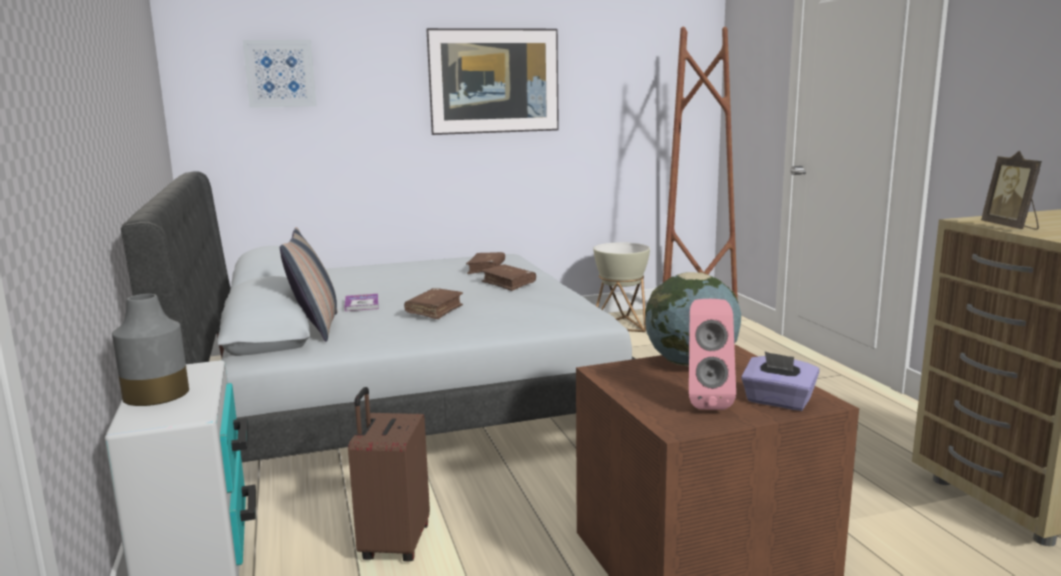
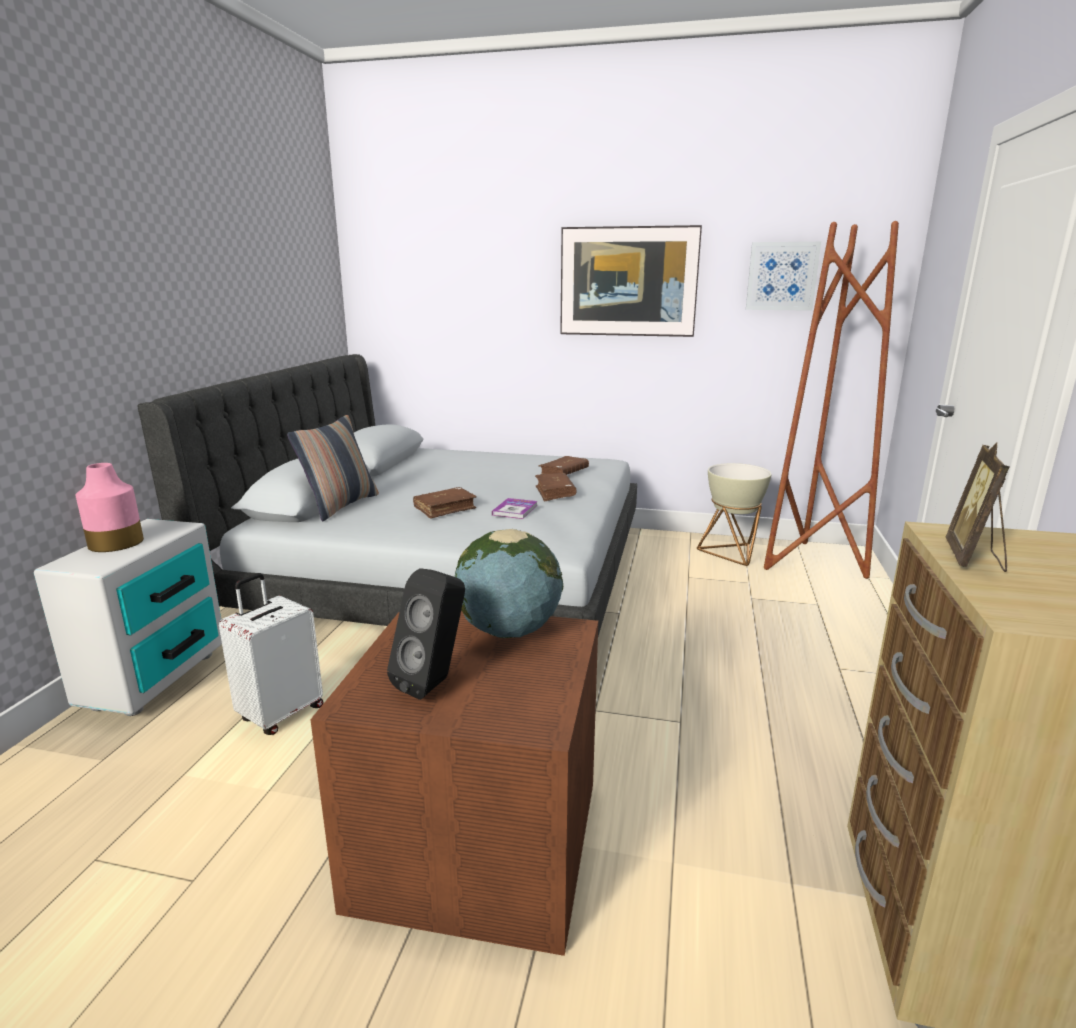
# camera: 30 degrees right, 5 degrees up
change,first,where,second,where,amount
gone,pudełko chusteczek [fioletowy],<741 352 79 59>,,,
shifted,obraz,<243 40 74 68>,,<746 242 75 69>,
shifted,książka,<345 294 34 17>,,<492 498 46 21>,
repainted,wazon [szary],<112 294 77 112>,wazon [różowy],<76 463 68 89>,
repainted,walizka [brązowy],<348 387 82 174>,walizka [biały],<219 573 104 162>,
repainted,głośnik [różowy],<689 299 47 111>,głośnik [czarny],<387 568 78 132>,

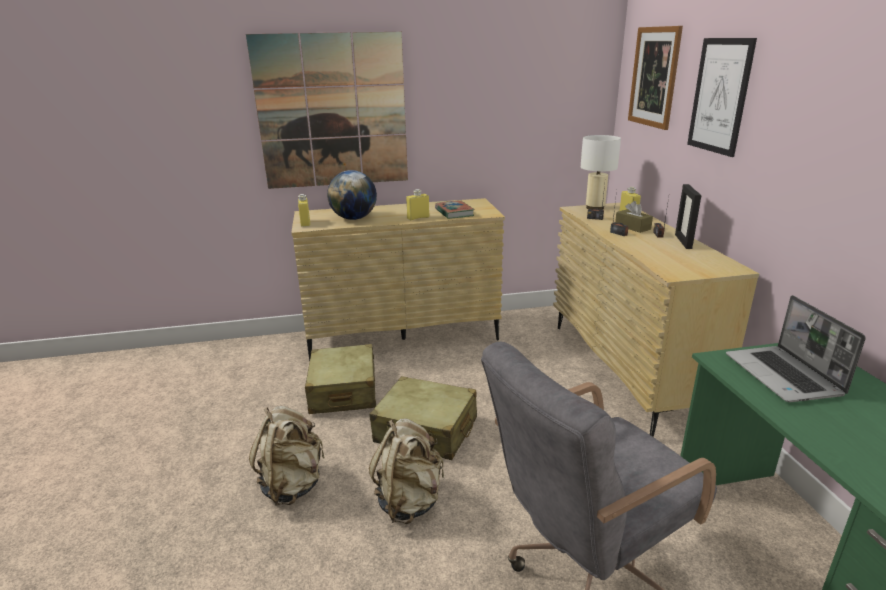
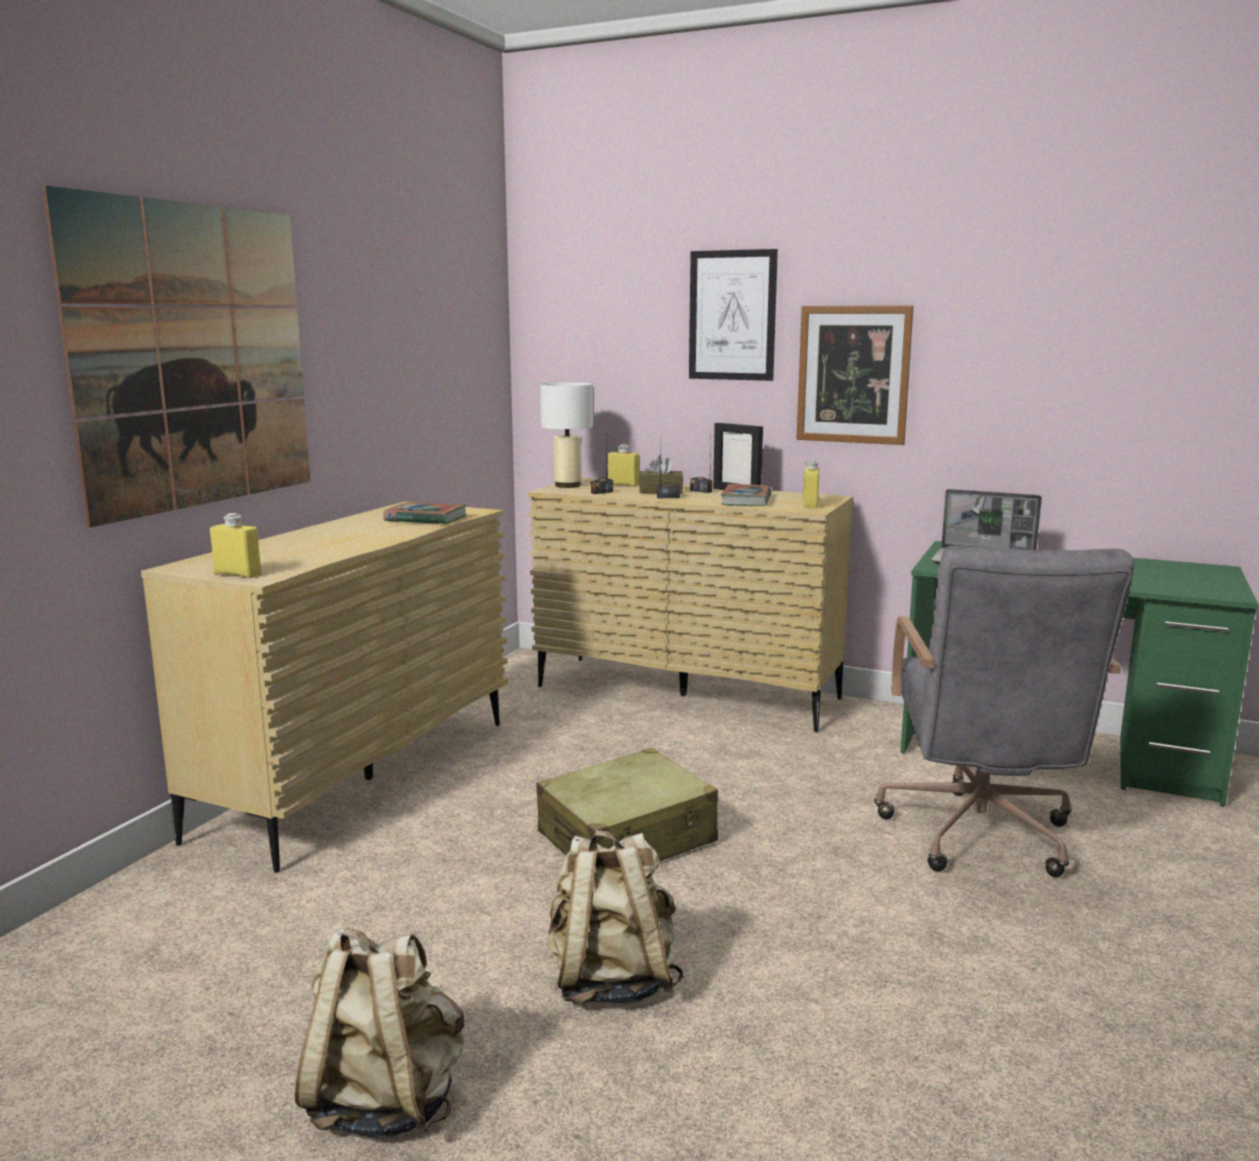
# camera: 55 degrees left, 10 degrees down
change,first,where,second,where,amount
gone,walizka [beżowy],<305 344 71 70>,,,
gone,globus,<327 170 50 50>,,,
new,,,książka,<721 484 51 22>,
shifted,plecak [beżowy],<369 418 75 106>,,<295 927 169 211>,
shifted,butelka [żółty],<406 189 23 31>,,<803 460 16 48>,
shifted,obraz,<628 26 55 104>,,<797 306 117 139>,

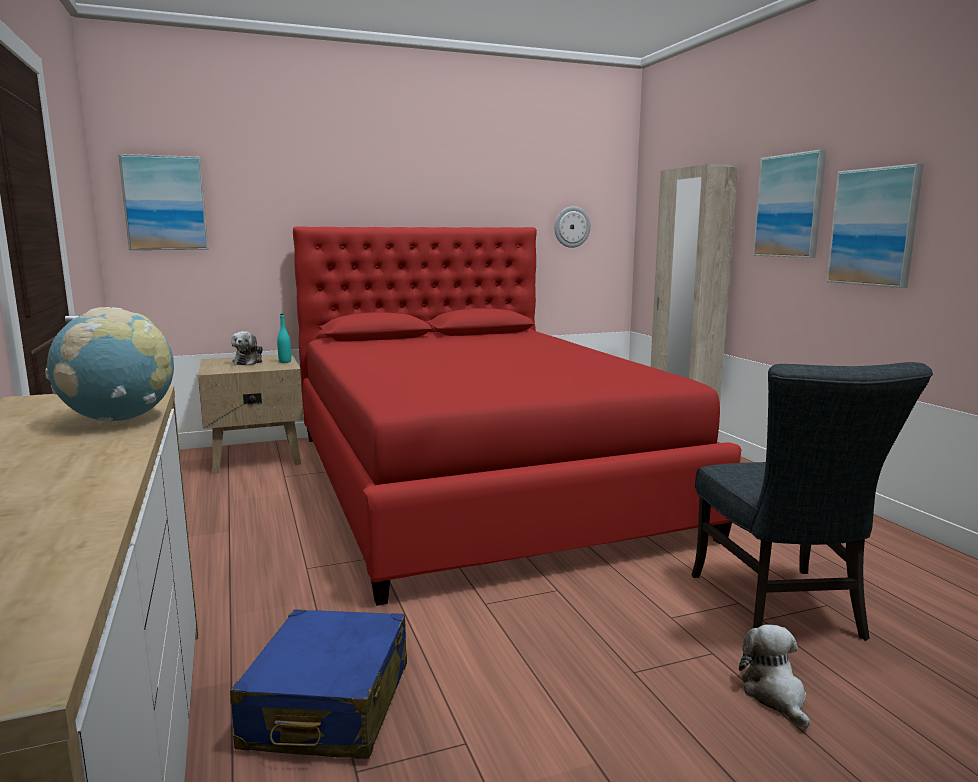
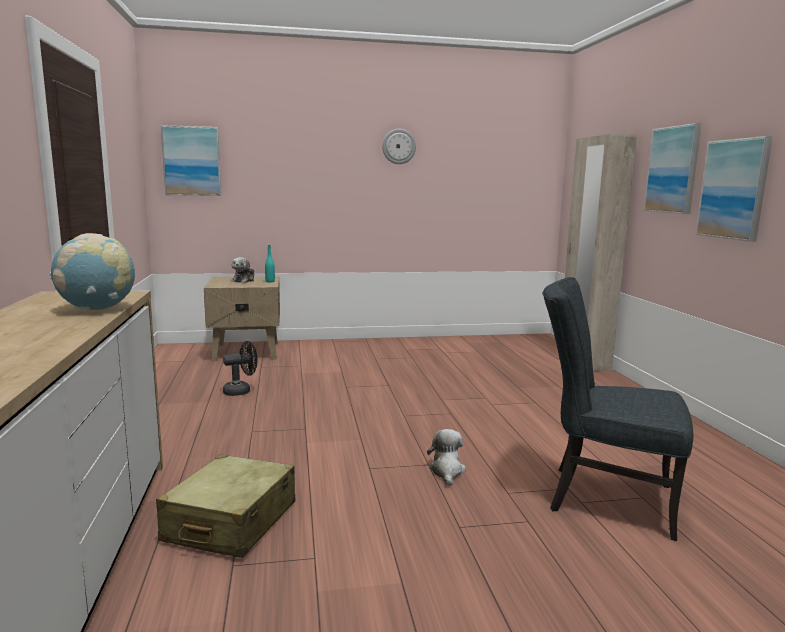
# camera: 10 degrees right, 0 degrees up
change,first,where,second,where,amount
gone,łóżko [czerwony],<293 226 448 380>,,,
new,,,wentylator [czarny],<223 341 34 55>,
shifted,zegar ścienny,<554 206 37 42>,,<382 129 34 35>,
shifted,pluszak,<739 625 71 104>,,<427 429 39 57>,
repainted,walizka [niebieski],<230 609 177 150>,walizka [beżowy],<156 454 139 104>,
rotated,krzesło [szary],<692 362 241 279>,,<542 277 151 264>,105 degrees clockwise

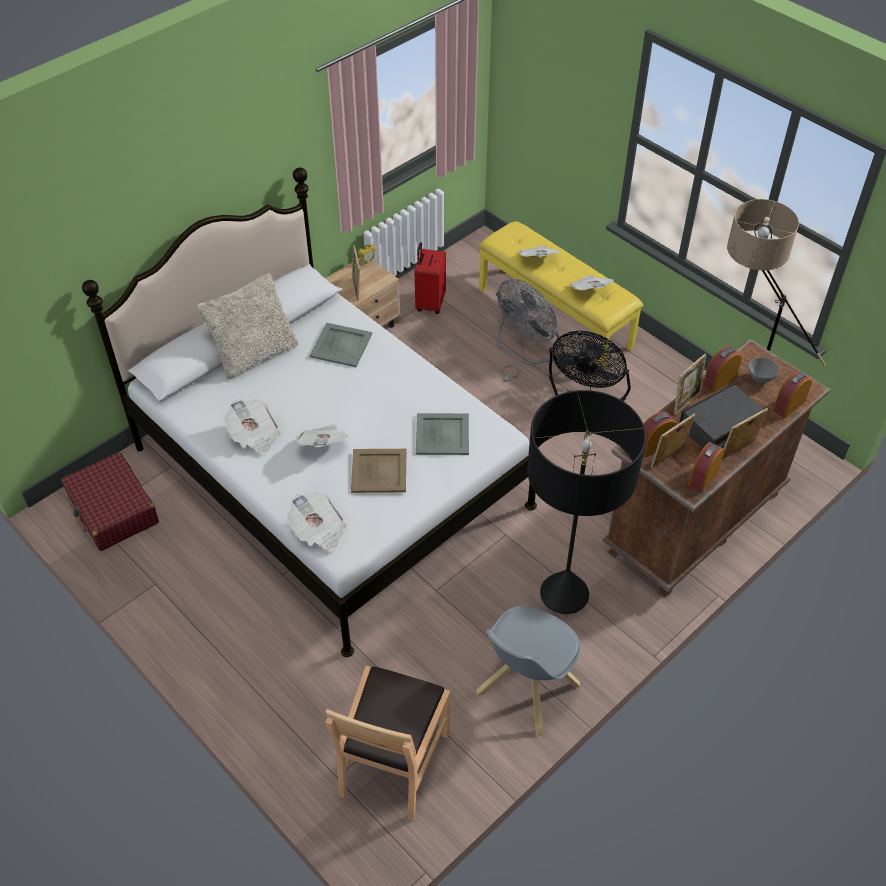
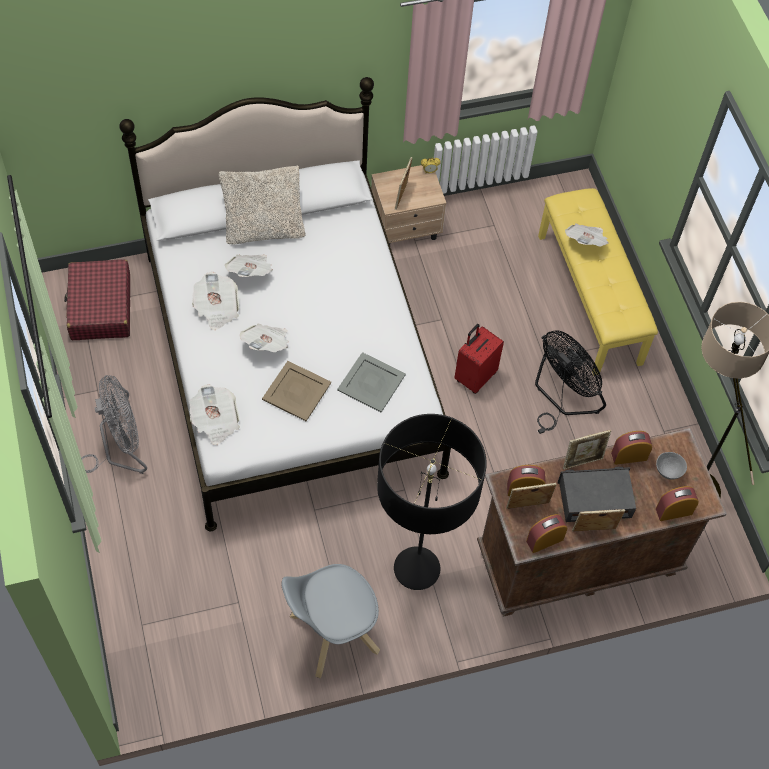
# camera: 25 degrees right, 10 degrees up
change,first,where,second,where,amount
gone,taca [szary],<309 323 63 44>,,,
gone,krzesło [brązowy],<326 666 124 155>,,,
shifted,walizka [czerwony],<415 242 31 72>,,<454 324 50 70>,
shifted,wentylator [szary],<495 279 69 103>,,<81 375 66 99>,
shifted,gazeta,<569 275 45 15>,,<225 254 48 23>,

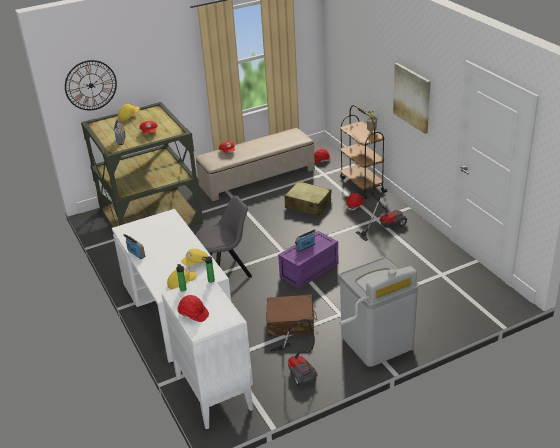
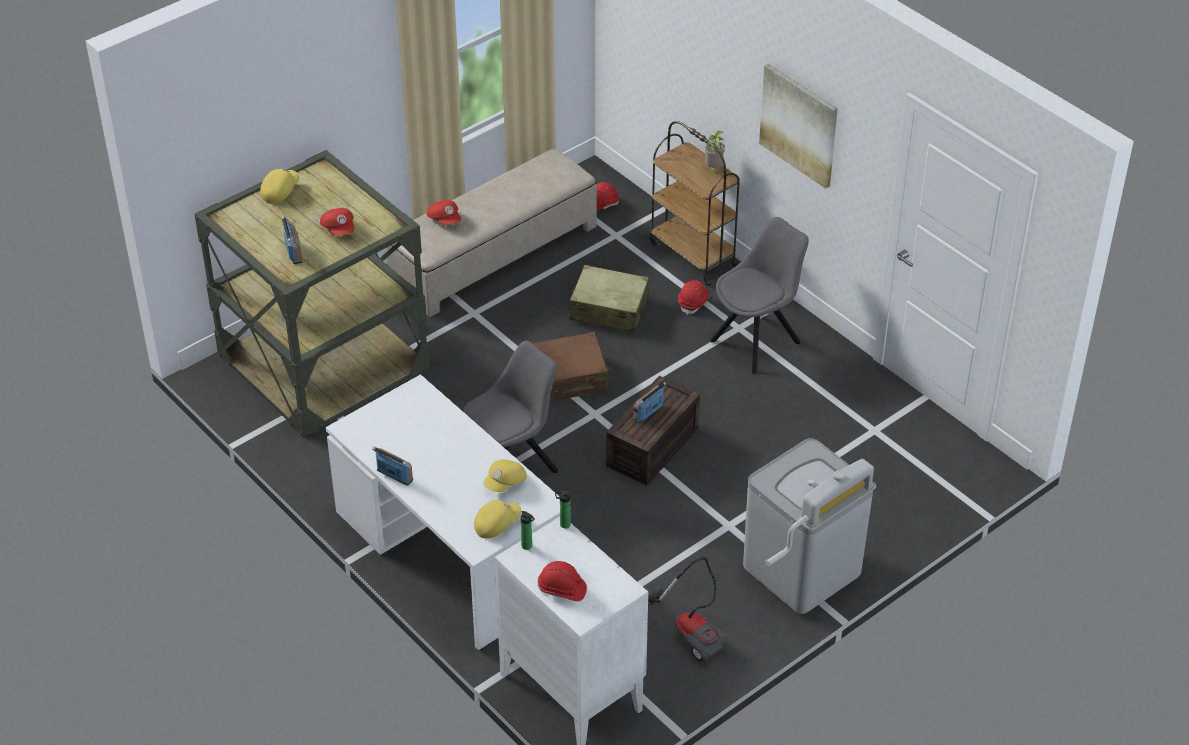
# camera: 15 degrees left, 10 degrees up
change,first,where,second,where,amount
gone,zegar ścienny,<65 60 52 50>,,,
shifted,walizka [brązowy],<266 295 51 41>,,<533 332 76 69>,
swapped,odkurzacz,<356 187 51 54>,krzesło [szary],<710 217 99 157>,
repainted,pojemnik do przechowywania [fioletowy],<278 231 61 58>,pojemnik do przechowywania [brązowy],<606 376 94 110>,

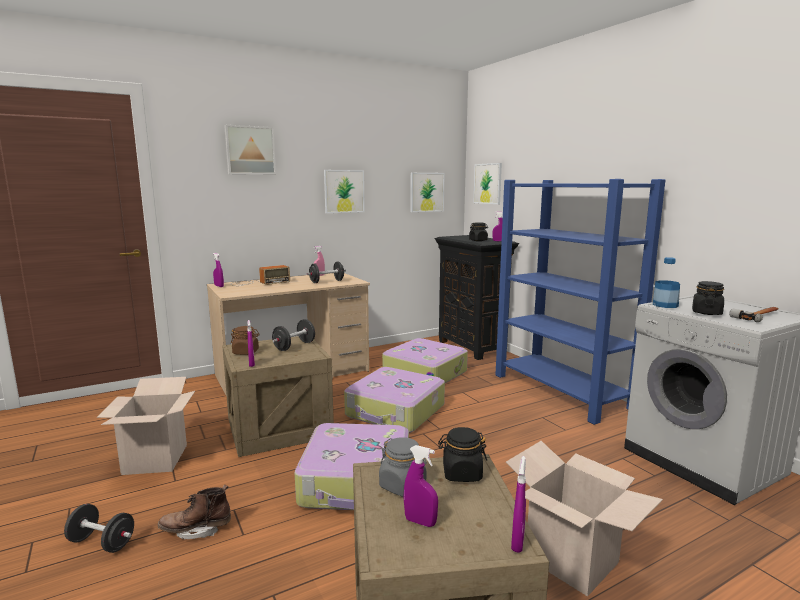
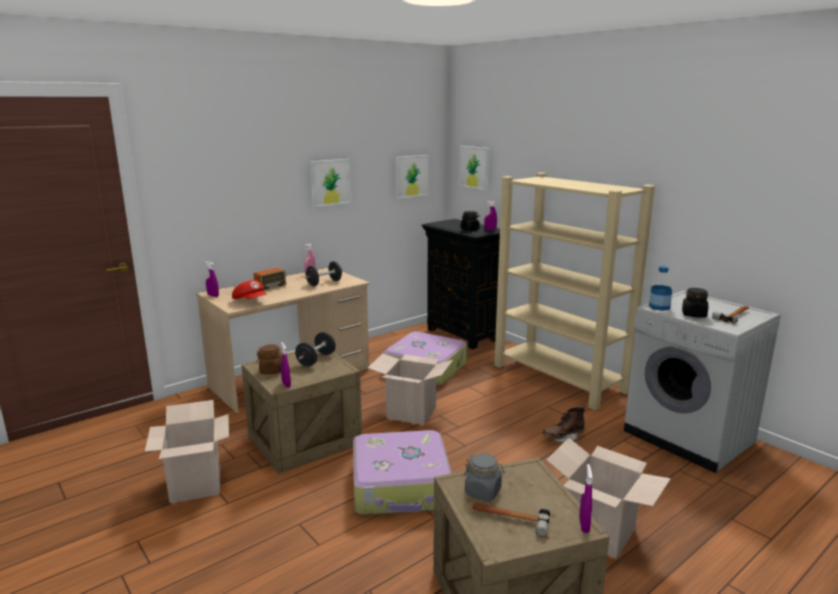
# camera: 10 degrees left, 5 degrees up
change,first,where,second,where,amount
gone,hantel [czarny],<64 504 70 49>,,,
gone,obraz,<224 125 52 50>,,,
gone,słoik [czarny],<438 427 49 55>,,,
new,,,czapka z daszkiem [czerwony],<232 280 35 19>,
shifted,but z cholewką [brązowy],<158 485 73 54>,,<543 405 42 37>,
swapped,walizka,<344 367 101 66>,karton,<368 353 85 72>,
swapped,spryskiwacz [fioletowy],<404 445 34 82>,młotek,<471 503 79 34>,
repainted,regał [niebieski],<496 179 169 246>,regał [beżowy],<494 172 161 238>,

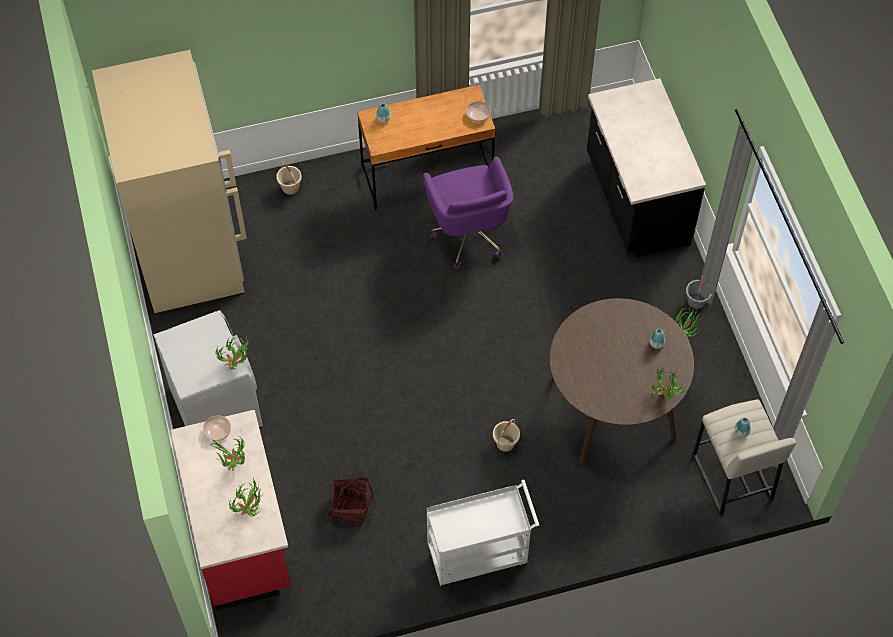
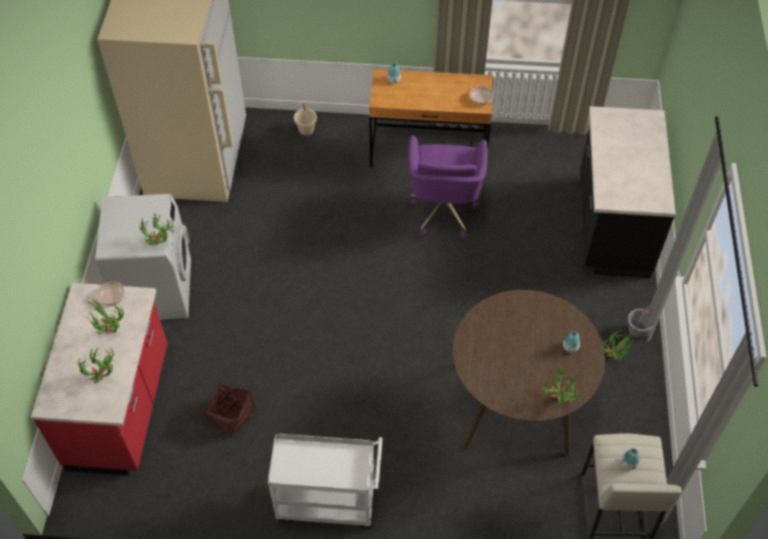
# camera: 20 degrees right, 5 degrees down
change,first,where,second,where,amount
gone,wiadro [beżowy],<493 419 27 33>,,,

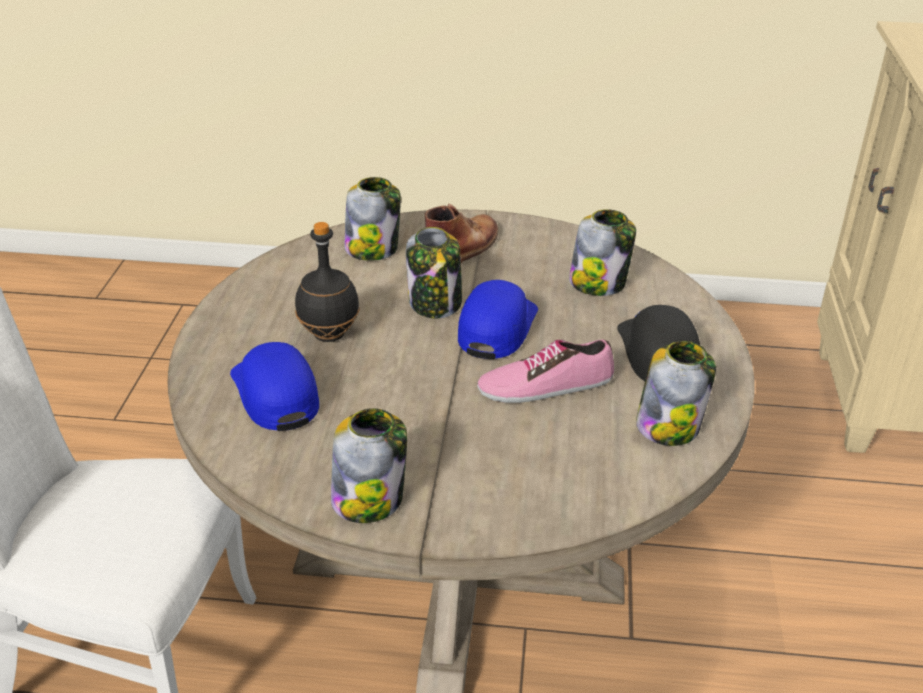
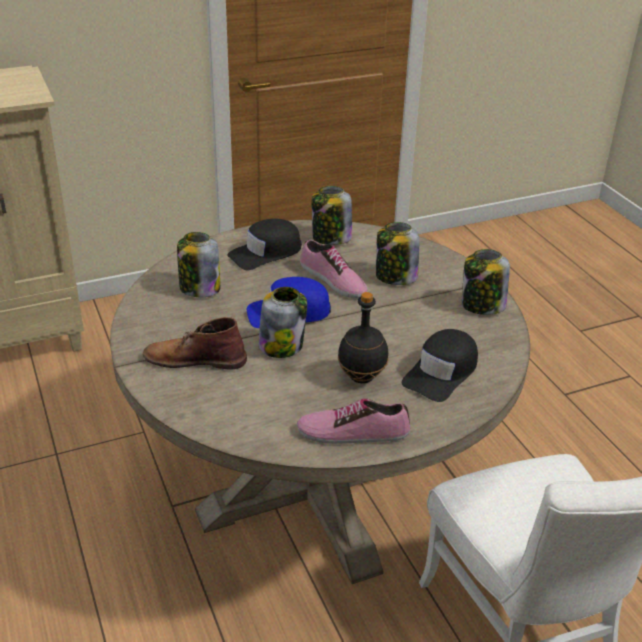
# camera: 120 degrees left, 0 degrees up
change,first,where,second,where,amount
new,,,but,<297 399 113 45>,
shifted,słoik,<344 177 57 84>,,<376 222 43 63>,
repainted,czapka z daszkiem [niebieski],<230 342 89 89>,czapka z daszkiem [czarny],<402 329 76 73>,

